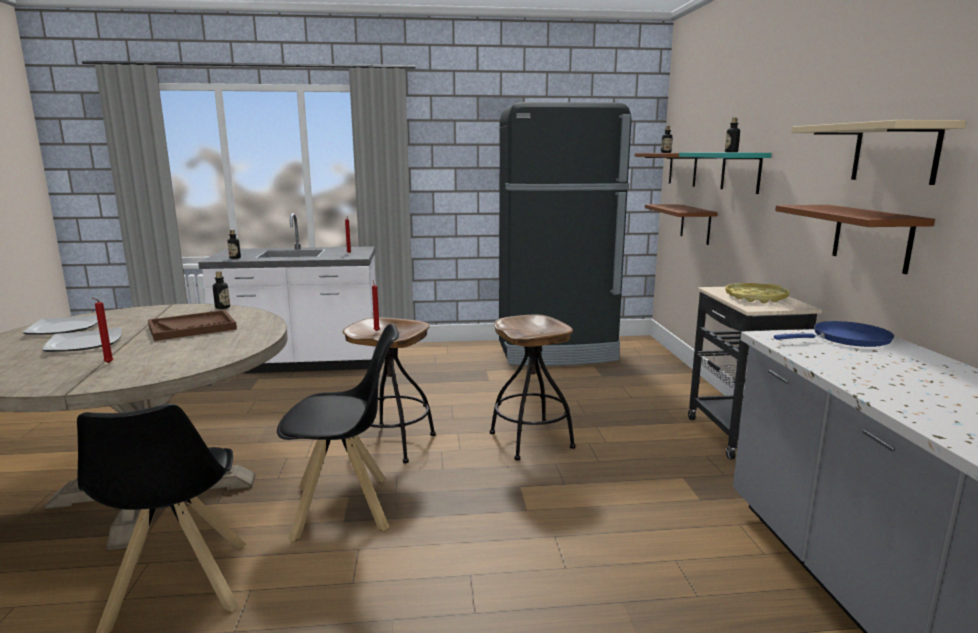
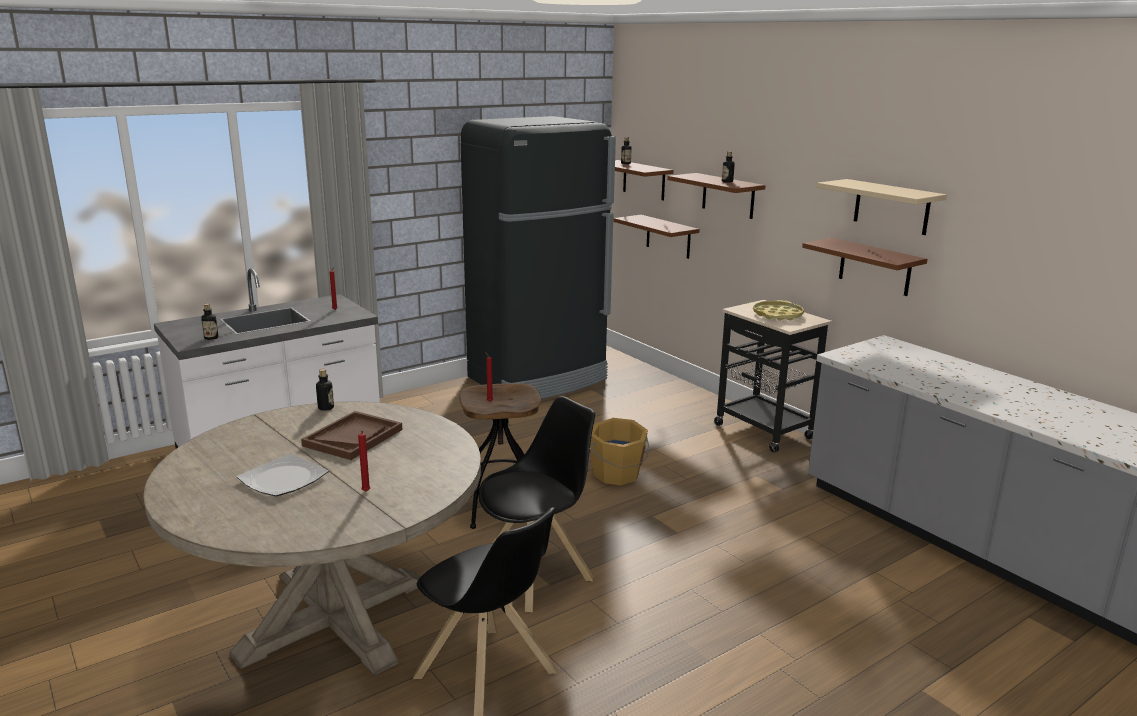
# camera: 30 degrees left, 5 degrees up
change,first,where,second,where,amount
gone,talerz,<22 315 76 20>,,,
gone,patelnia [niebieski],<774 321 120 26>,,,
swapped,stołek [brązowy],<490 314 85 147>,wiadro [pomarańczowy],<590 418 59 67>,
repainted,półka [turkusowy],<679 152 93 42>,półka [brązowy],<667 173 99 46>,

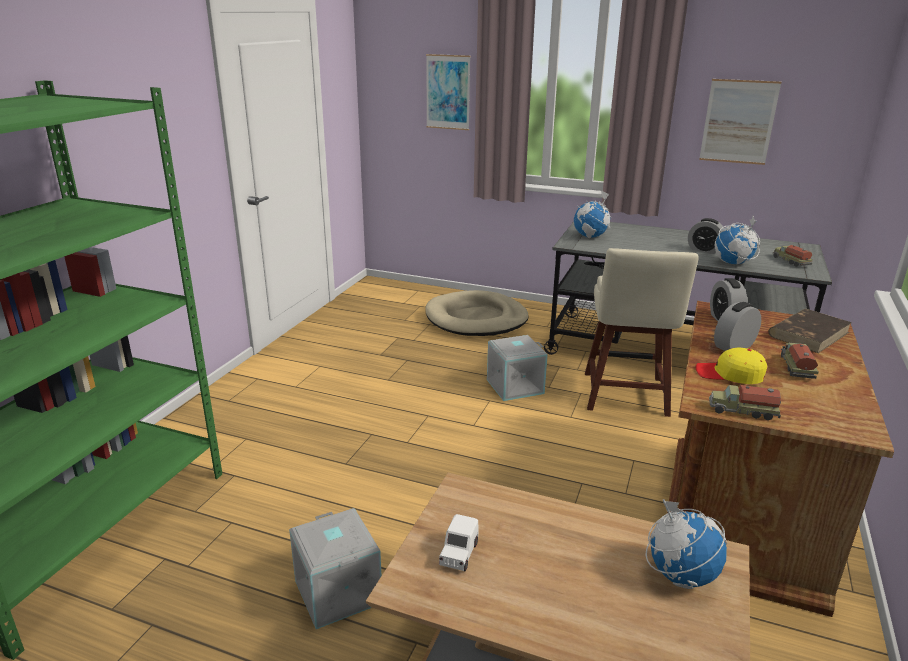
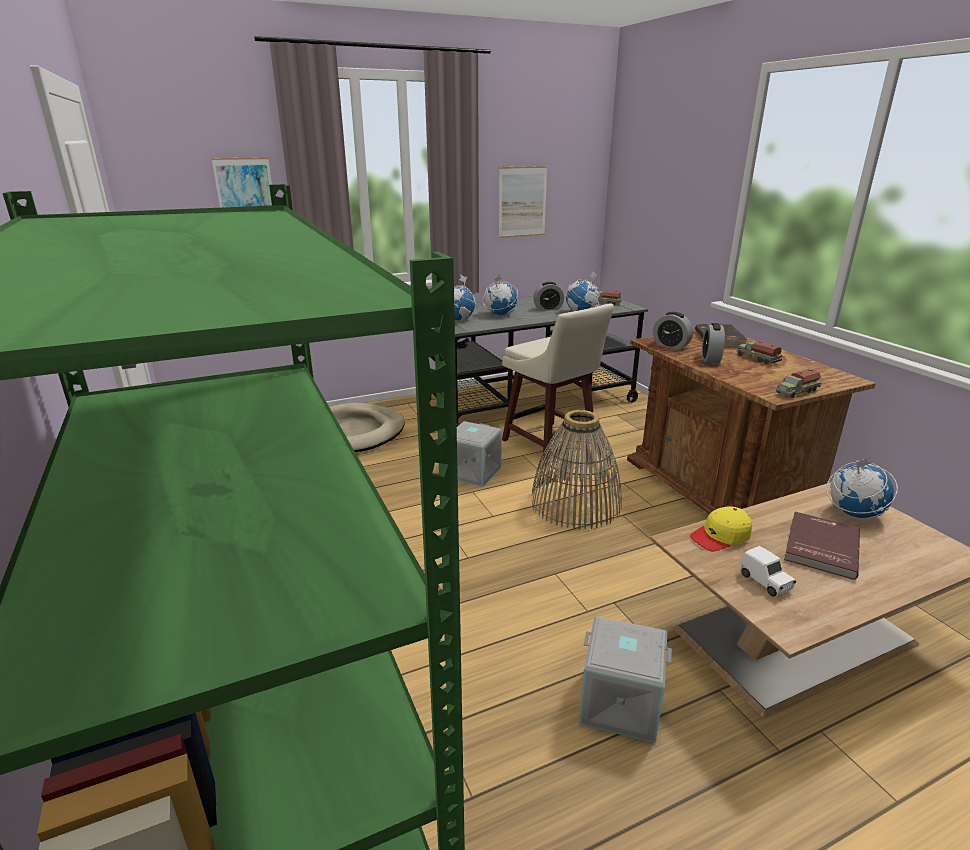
# camera: 45 degrees left, 0 degrees up
change,first,where,second,where,amount
new,,,globus,<483 274 35 41>,
new,,,koszyk,<531 410 91 120>,
new,,,książka [czerwony],<784 512 76 68>,
shifted,czapka z daszkiem [żółty],<696 347 71 37>,,<690 506 62 45>,

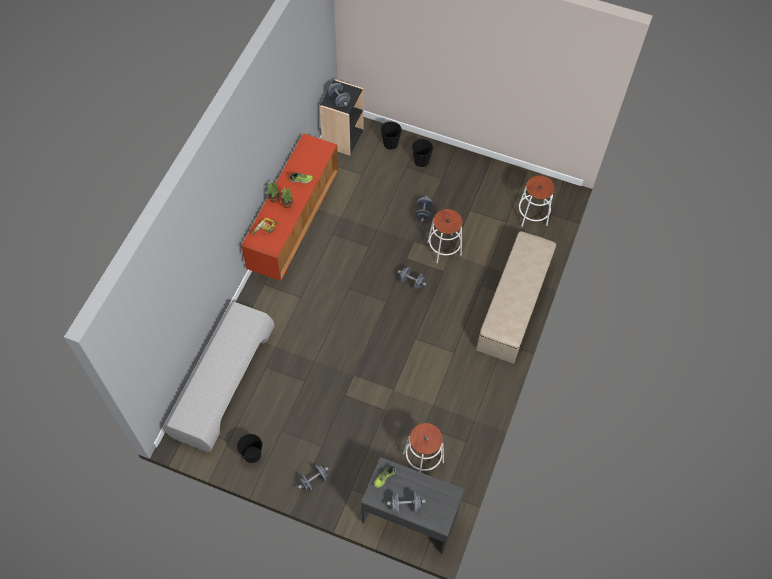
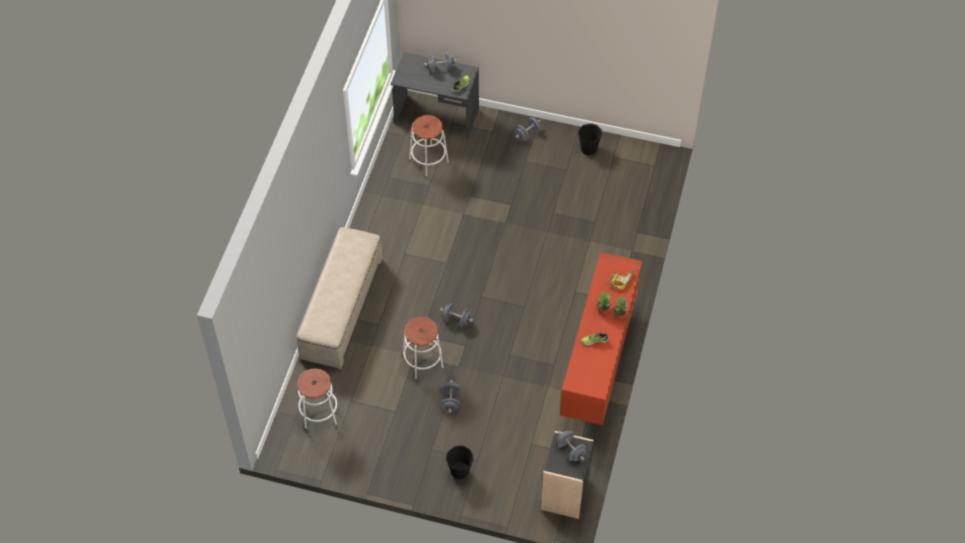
# camera: 175 degrees right, 5 degrees down
change,first,where,second,where,amount
gone,ławka [szary],<163 302 112 150>,,,
gone,wiadro [czarny],<380 121 22 28>,,,

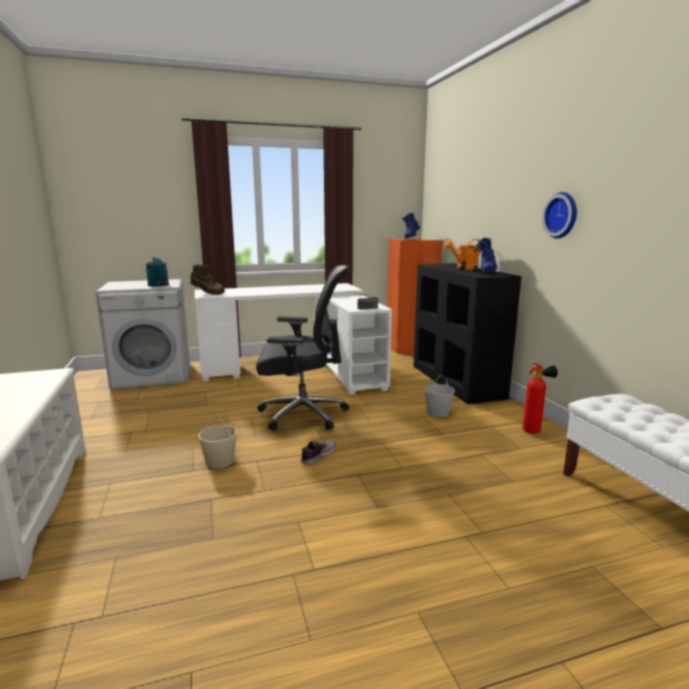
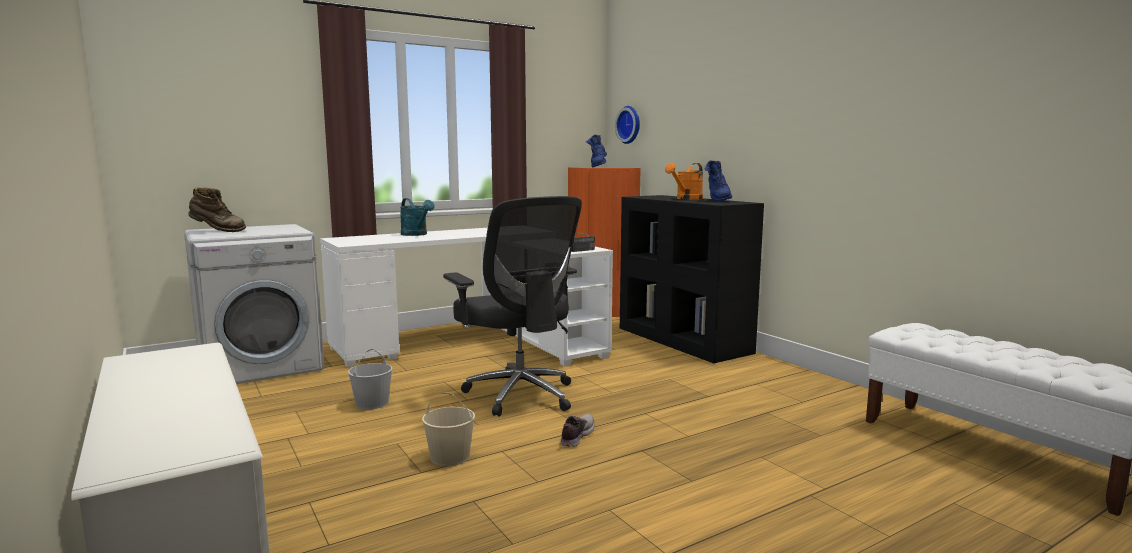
# camera: 15 degrees left, 5 degrees down
change,first,where,second,where,amount
gone,gaśnica,<523 363 35 71>,,,
shifted,konewka [turkusowy],<145 256 24 31>,,<400 198 35 38>,
shifted,but z cholewką [brązowy],<190 264 35 31>,,<188 187 58 45>,
shifted,wiadro [biały],<424 375 31 42>,,<348 349 45 60>,
shifted,zegar ścienny,<542 192 35 46>,,<615 106 25 38>,
rotated,krzesło biurowe,<256 265 93 166>,,<443 196 139 221>,75 degrees clockwise

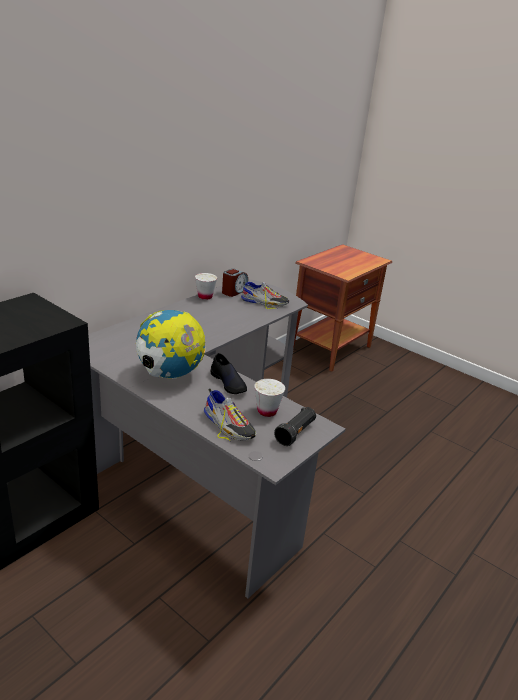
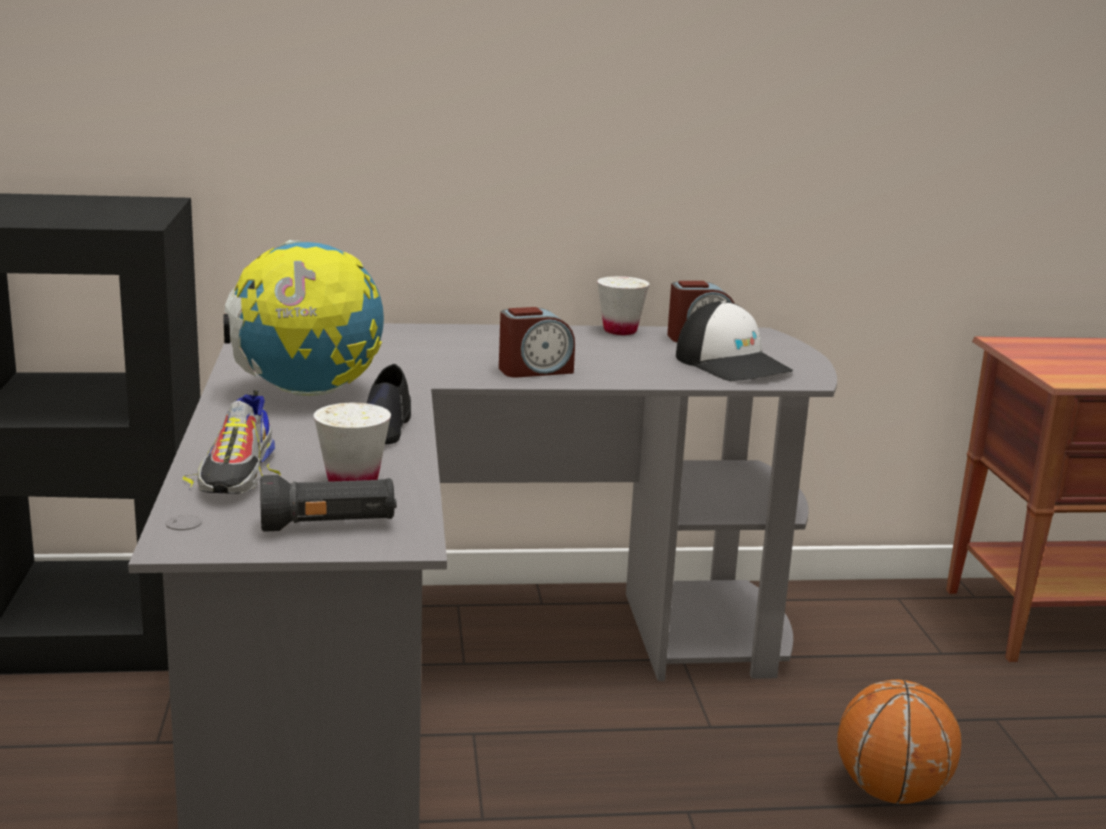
# camera: 45 degrees right, 10 degrees down
change,first,where,second,where,amount
new,,,budzik,<499 307 76 71>,
new,,,piłka do koszykówki,<837 680 125 124>,
swapped,but,<241 282 48 27>,czapka z daszkiem,<676 301 117 80>,

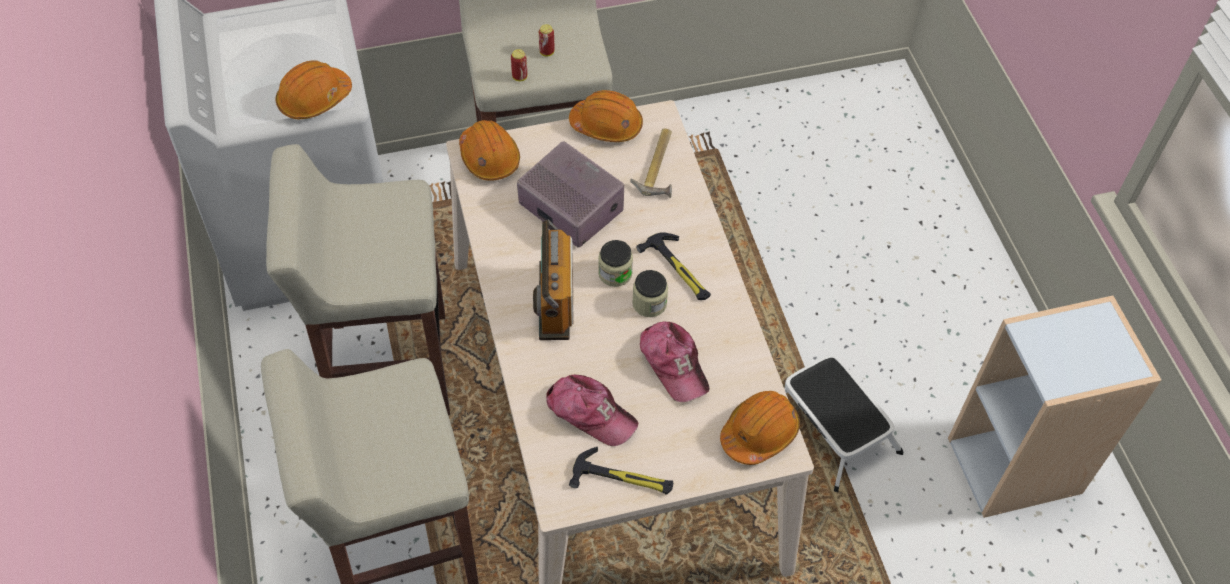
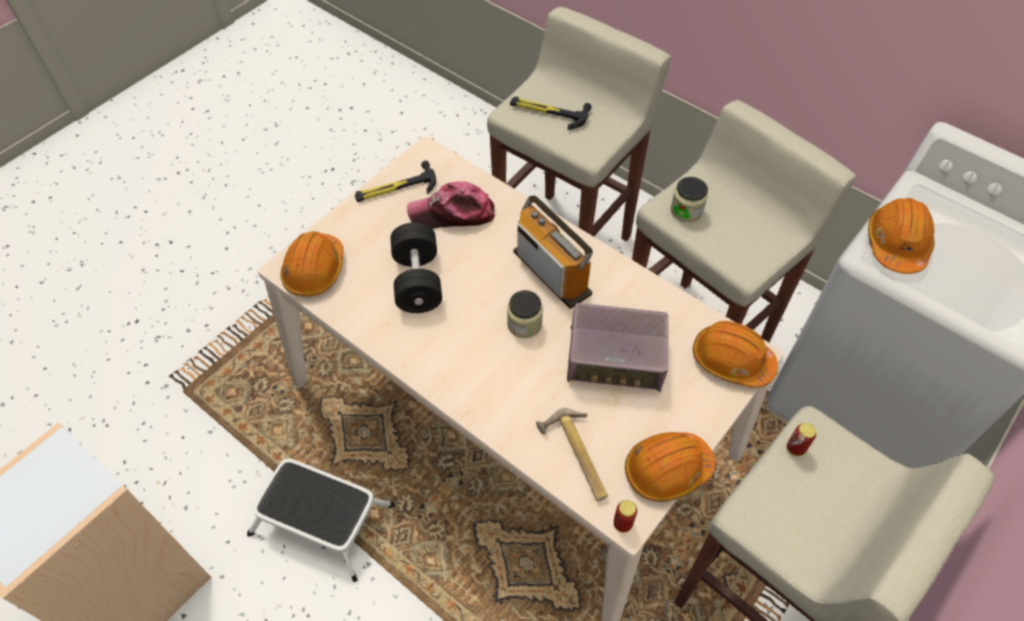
# camera: 145 degrees right, 0 degrees up
change,first,where,second,where,amount
shifted,puszka,<539 24 16 32>,,<614 500 23 33>,
shifted,słoik,<632 270 36 47>,,<671 177 37 46>,
shifted,młotek,<636 232 75 68>,,<510 96 81 34>,
swapped,czapka z daszkiem,<640 321 69 81>,hantel [czarny],<390 223 52 90>,

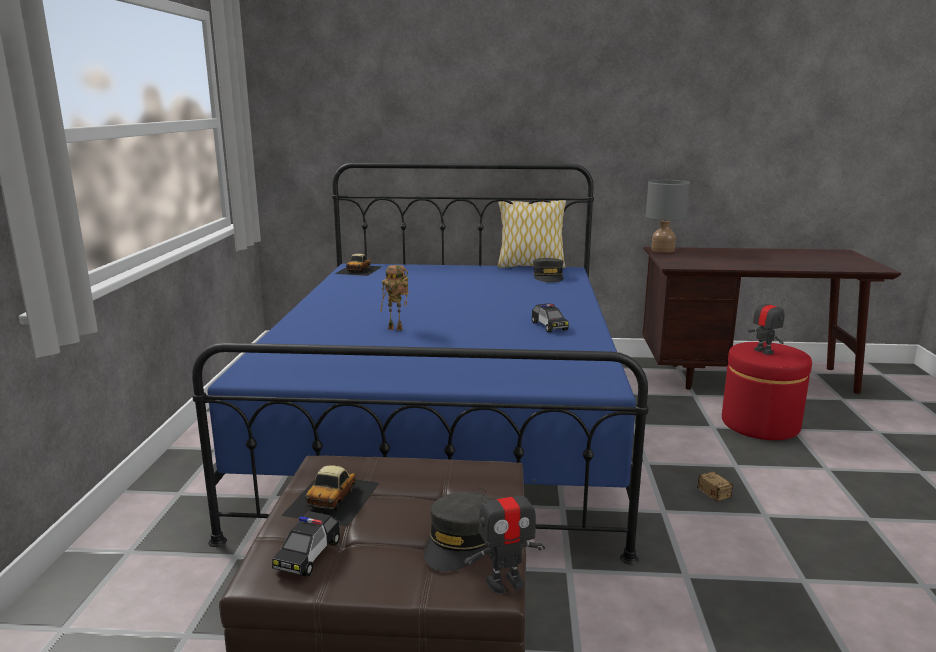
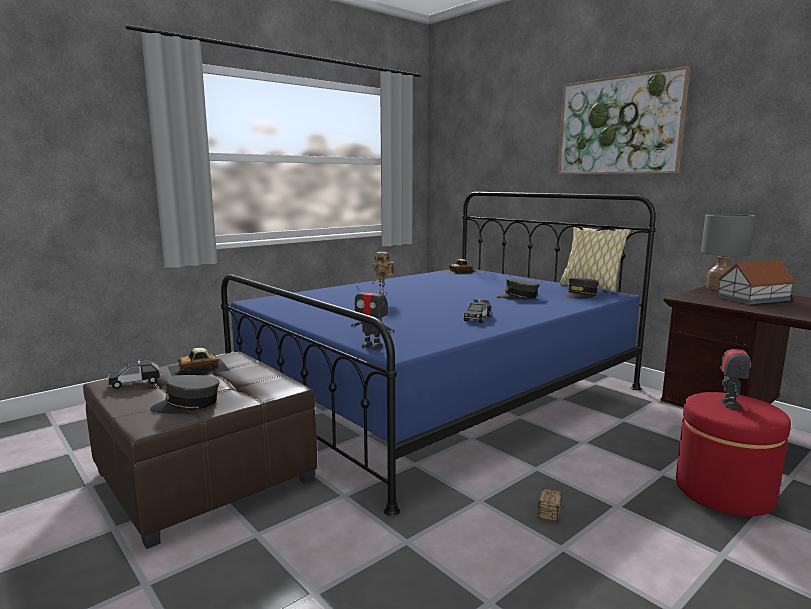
# camera: 45 degrees right, 5 degrees down
change,first,where,second,where,amount
new,,,czapka z daszkiem [szary],<495 278 45 22>,
new,,,obraz,<558 66 133 108>,
new,,,domek,<717 260 79 44>,
shifted,robot zabawkowy,<464 480 81 114>,,<351 279 44 71>,

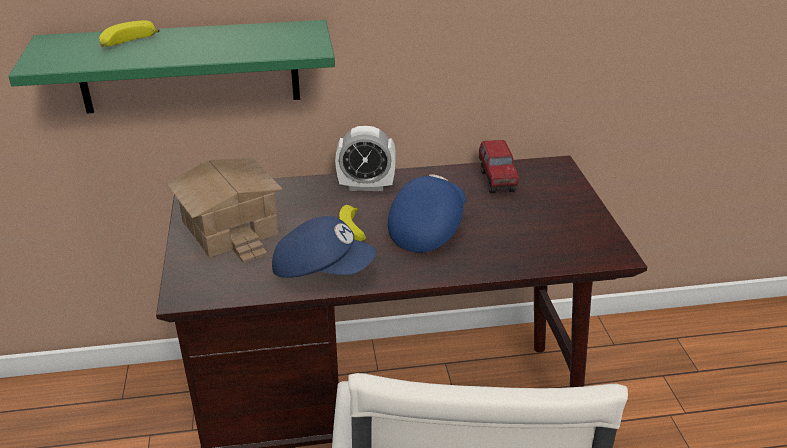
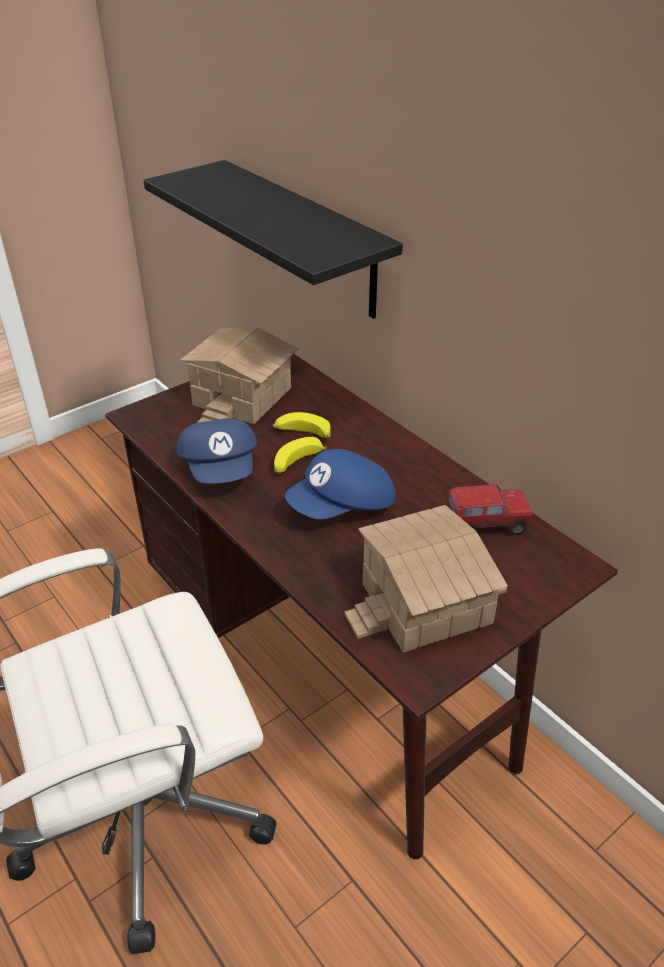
# camera: 60 degrees right, 5 degrees up
change,first,where,second,where,amount
gone,budzik,<335 126 61 65>,,,
new,,,domek,<345 505 163 148>,
shifted,banan,<99 20 61 27>,,<273 412 58 27>,
repainted,półka [zielony],<8 20 327 93>,półka [czarny],<143 160 260 159>,
rotated,czapka z daszkiem [niebieski],<388 174 77 79>,,<285 449 110 71>,150 degrees clockwise
rotated,ciężarówka zabawkowa,<479 140 40 53>,,<446 484 87 51>,150 degrees counterclockwise

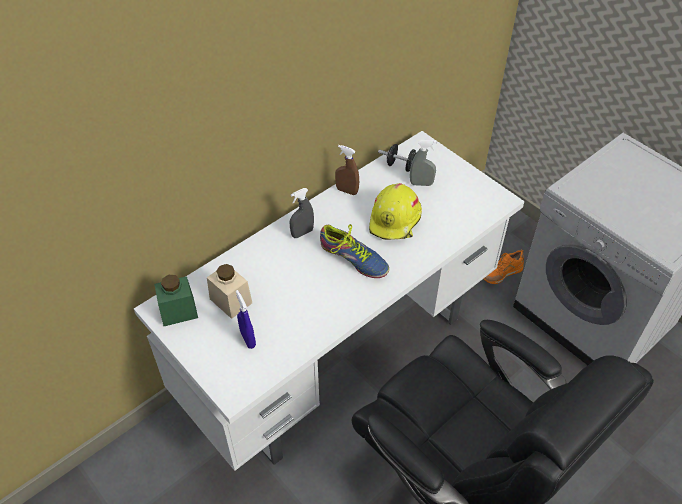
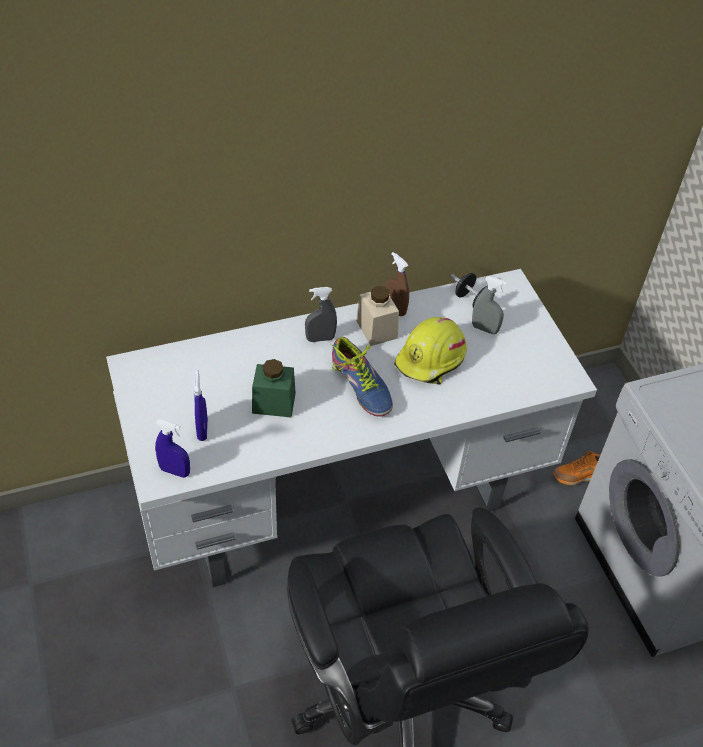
# camera: 20 degrees right, 0 degrees up
change,first,where,second,where,amount
new,,,spryskiwacz [niebieski],<155 420 35 58>,
shifted,słoik [zielony],<154 275 44 51>,,<252 359 44 59>,
shifted,słoik [beżowy],<207 263 45 56>,,<356 286 43 60>,

